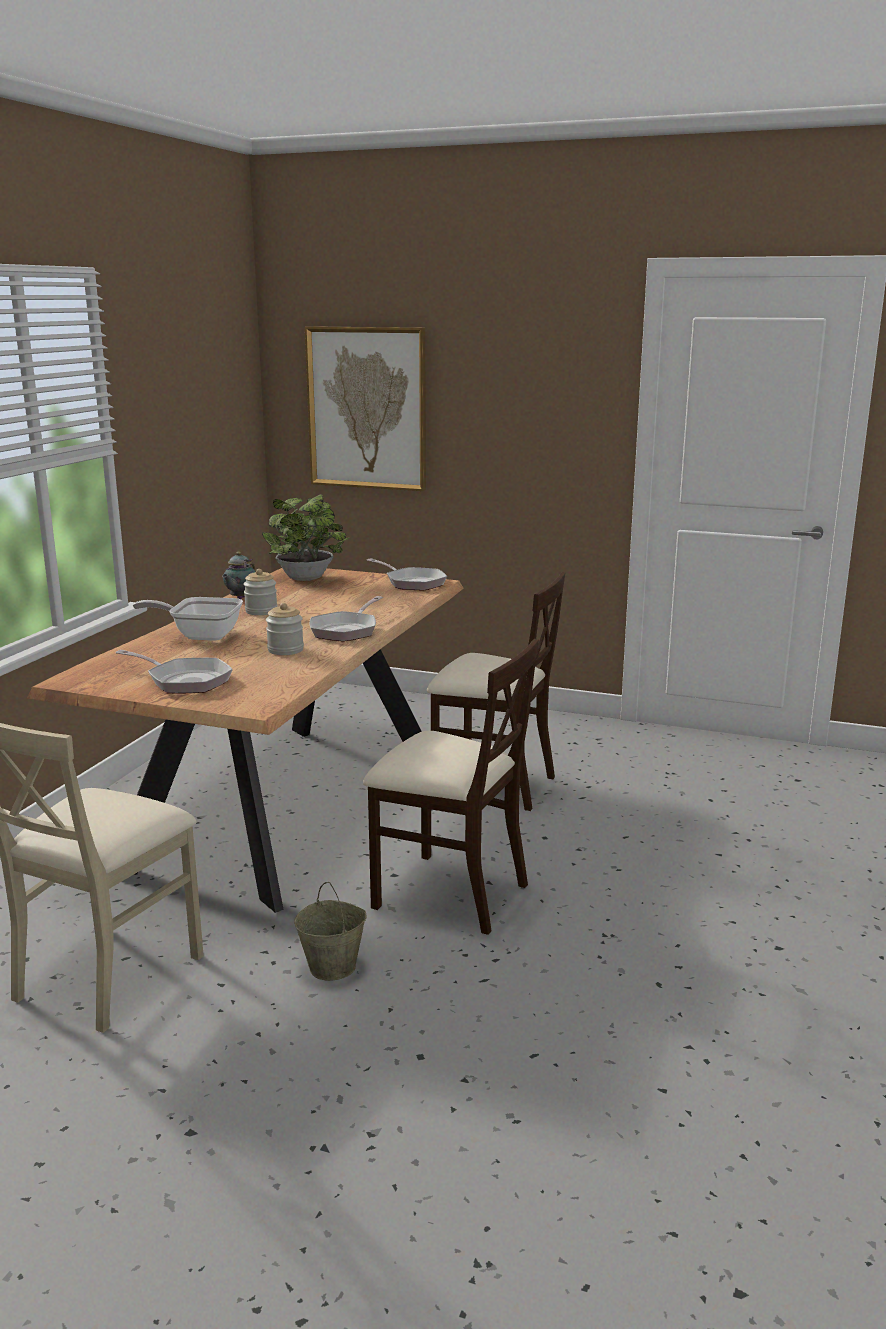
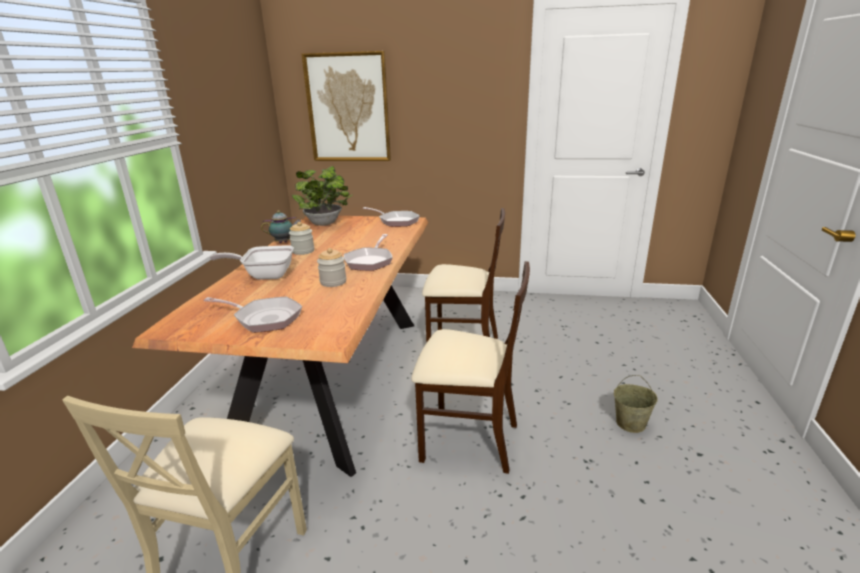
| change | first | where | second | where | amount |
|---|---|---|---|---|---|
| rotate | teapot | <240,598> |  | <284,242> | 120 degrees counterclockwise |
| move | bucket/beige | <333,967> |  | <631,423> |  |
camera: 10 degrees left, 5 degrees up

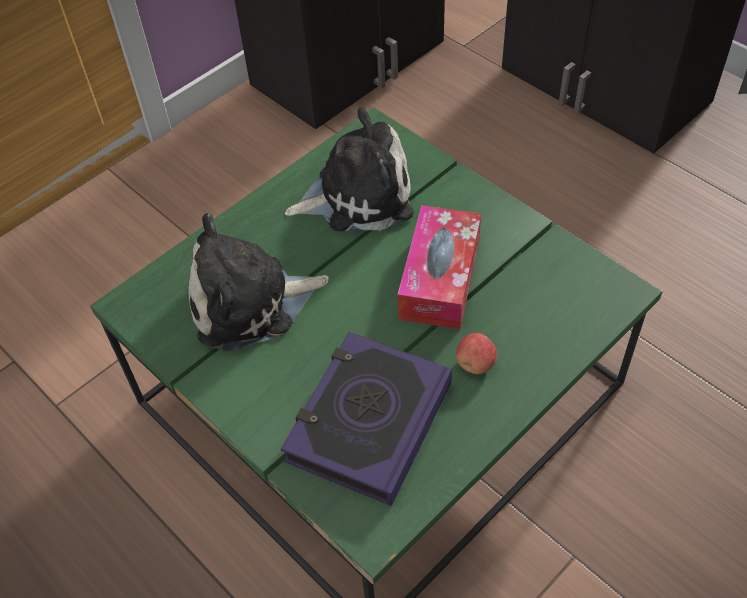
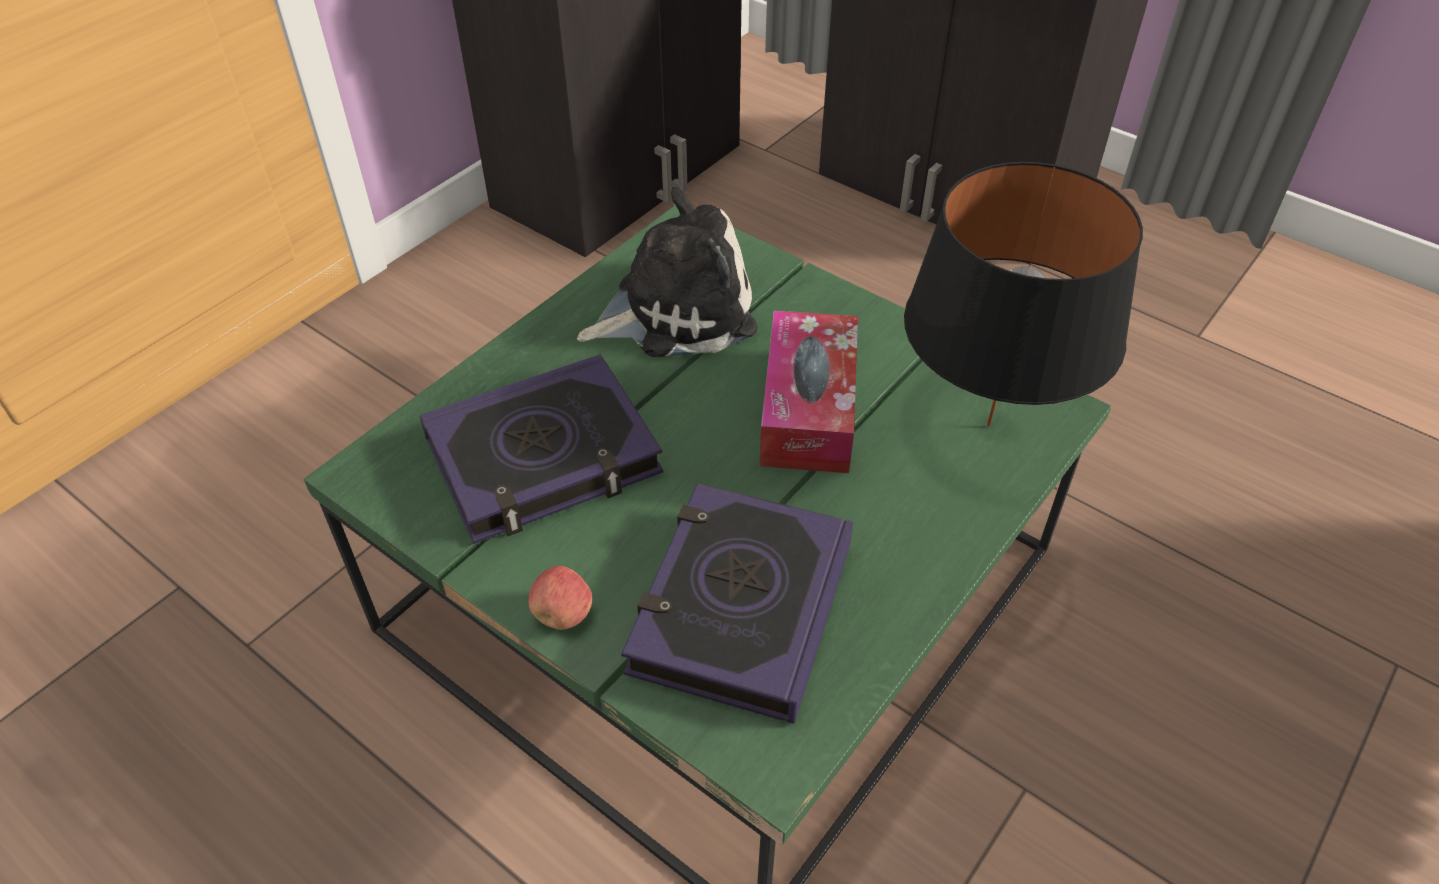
| change | first | where | second | where | amount |
|---|---|---|---|---|---|
| replace | plush toy | <250,302> | book | <543,458> |  |
| move | apple | <475,363> |  | <563,614> |  |
| insert |  |  | table lamp/black | <989,425> |  |
camera: 10 degrees left, 5 degrees down

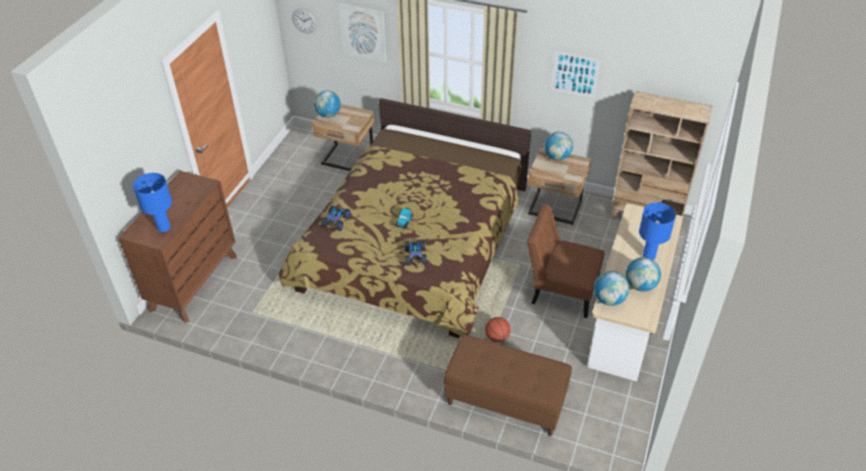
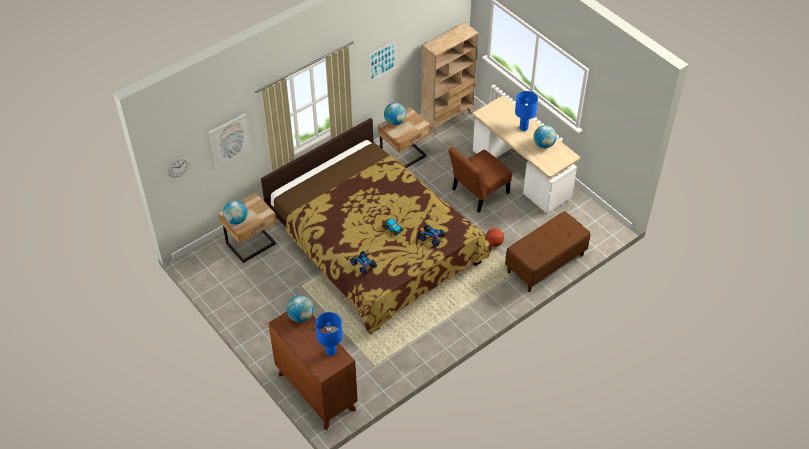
| change | first | where | second | where | amount |
|---|---|---|---|---|---|
| move | globe | <609,299> |  | <301,316> |  |
camera: 60 degrees left, 5 degrees up

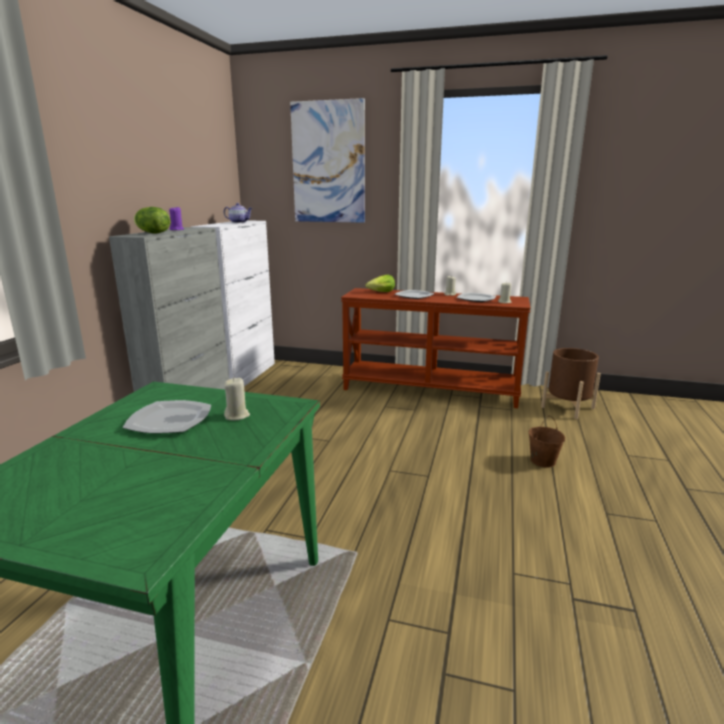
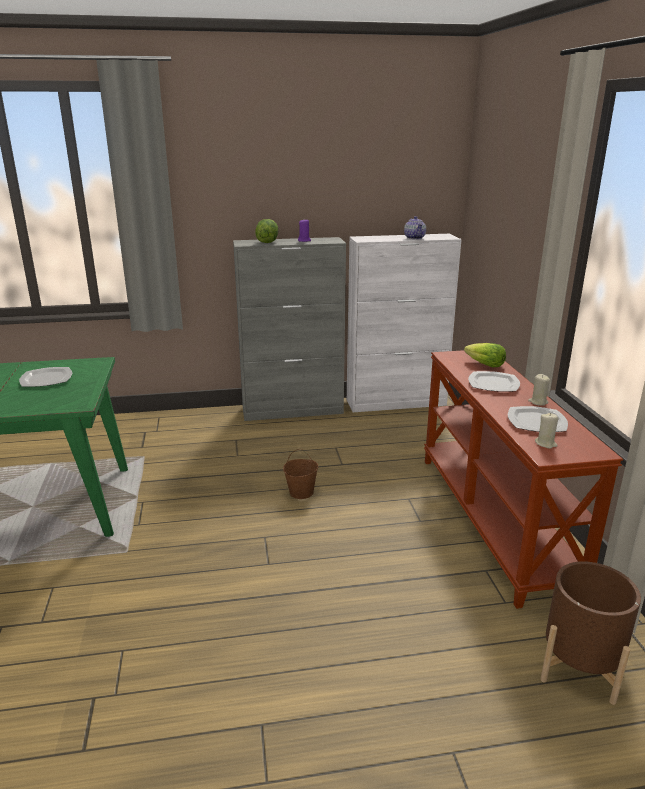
| change | first | where | second | where | amount |
|---|---|---|---|---|---|
| move | bucket/brown | <542,461> |  | <301,492> |  |
| delete | candle/beige | <237,416> |  |  |  |
| delete | picture | <328,163> |  |  |  |
camera: 65 degrees right, 5 degrees up

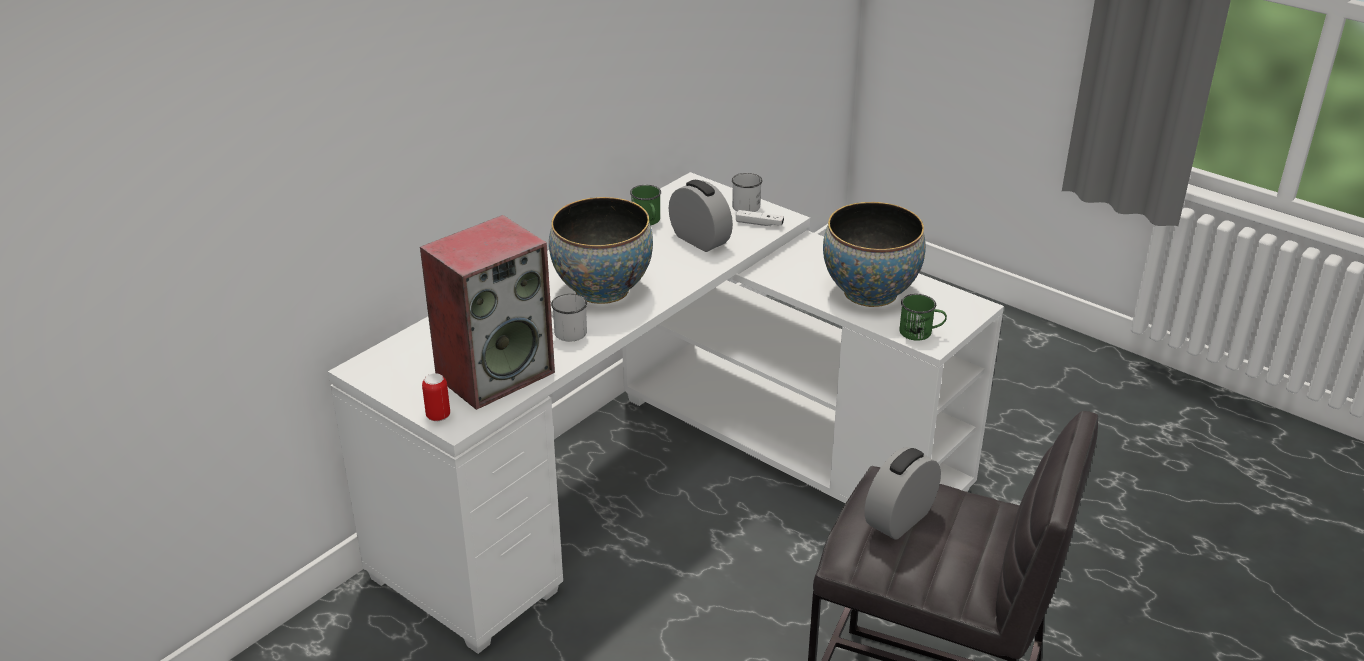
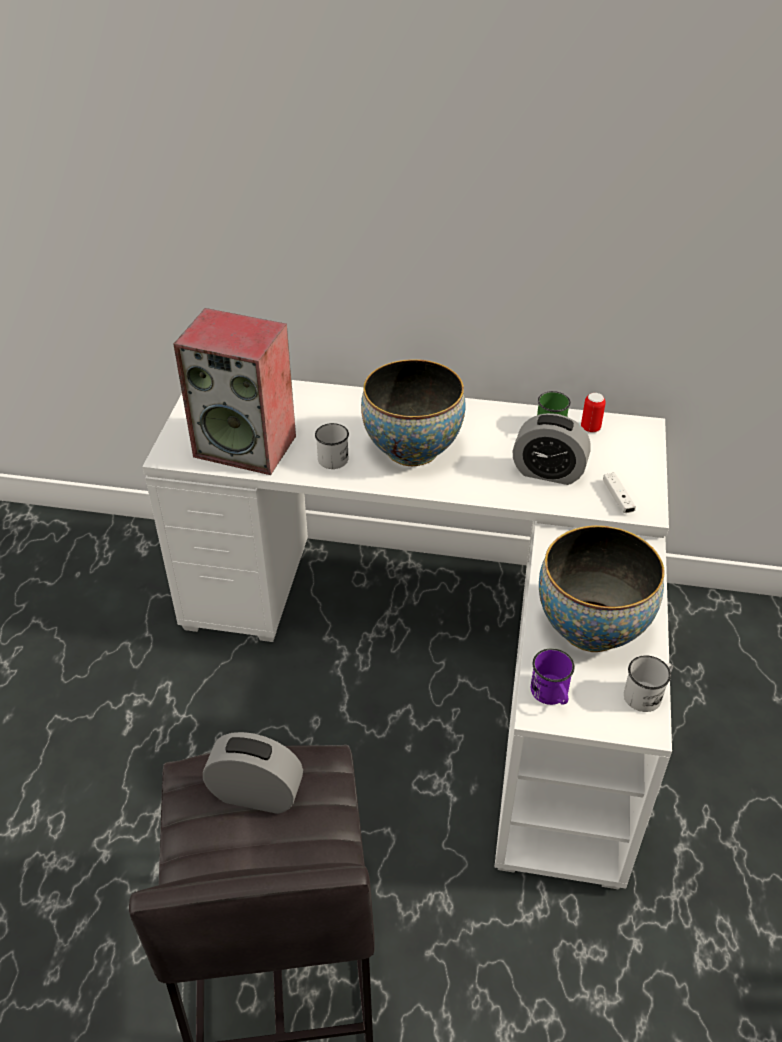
| change | first | where | second | where | amount |
|---|---|---|---|---|---|
| rotate | alarm clock | <700,240> |  | <548,472> | 90 degrees clockwise |
| recolor | mug/green | <921,332> | mug/purple | <551,695> |  |
| move | can | <438,416> |  | <590,428> |  |
| move | mug/white | <745,204> |  | <647,694> |  |
camera: 60 degrees right, 10 degrees up

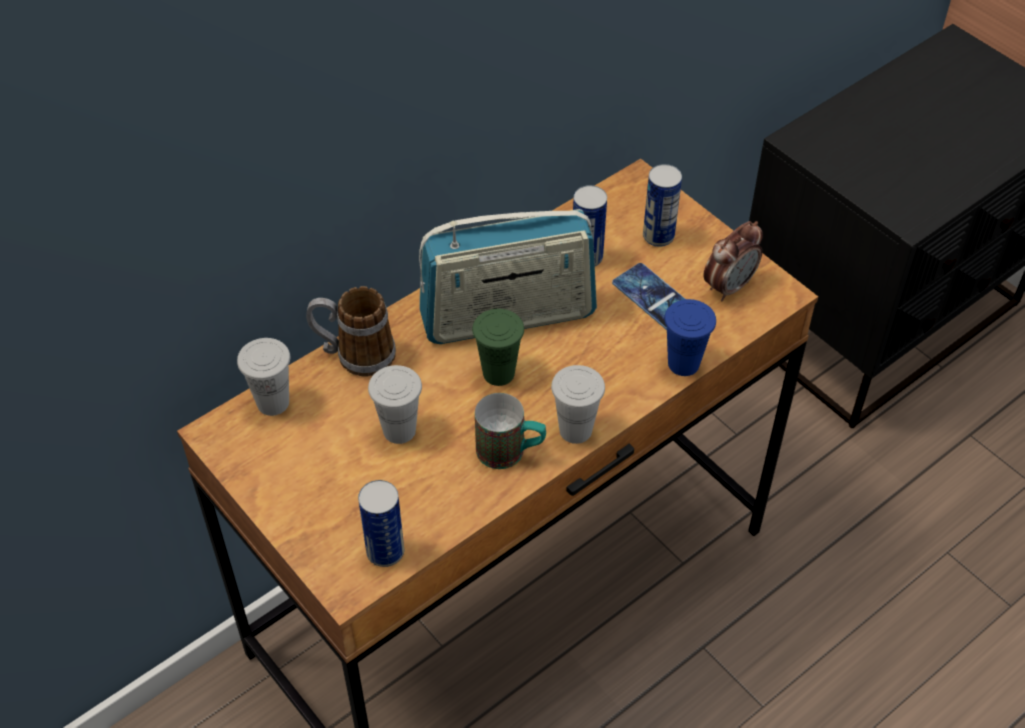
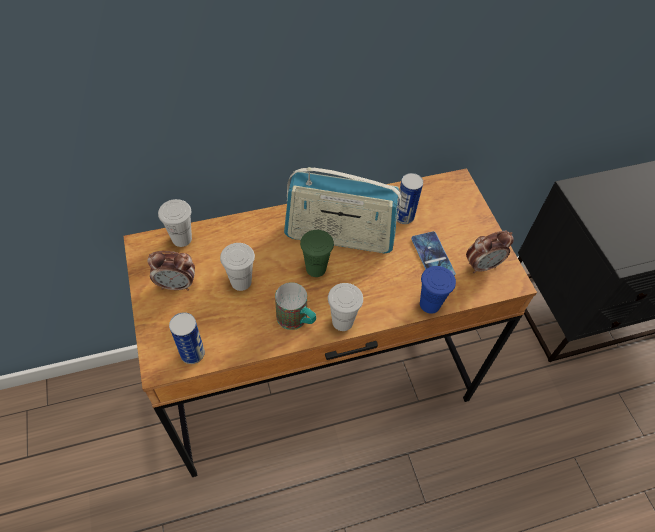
| change | first | where | second | where | amount |
|---|---|---|---|---|---|
| insert |  |  | alarm clock | <177,285> |  |
| delete | mug | <354,355> |  |  |  |
| delete | can | <658,236> |  |  |  |
camera: 20 degrees right, 5 degrees up

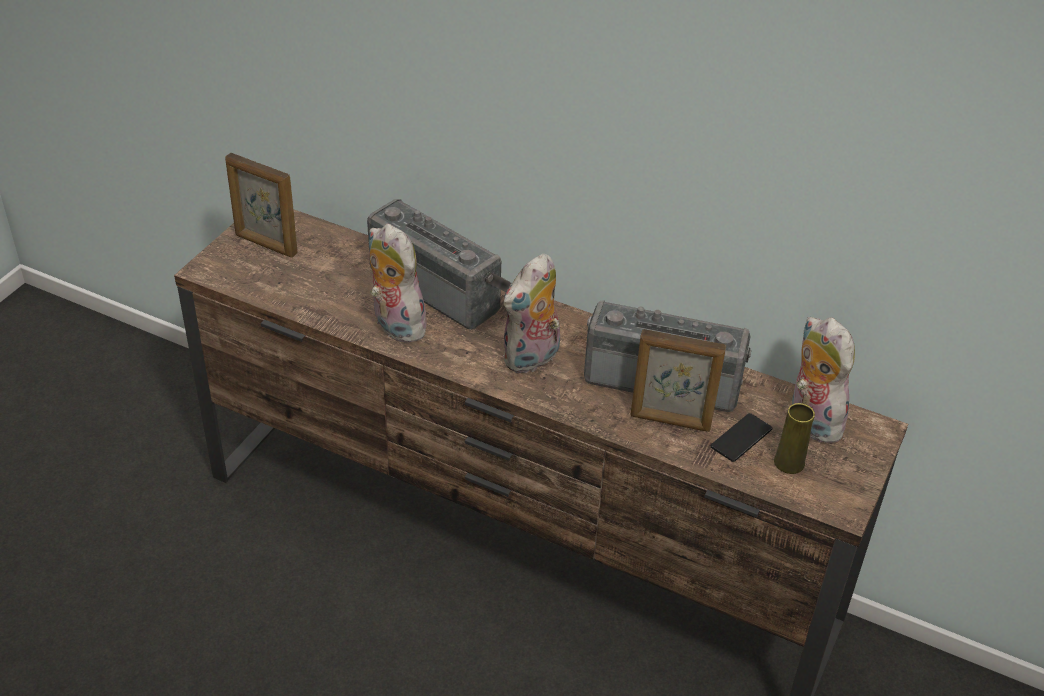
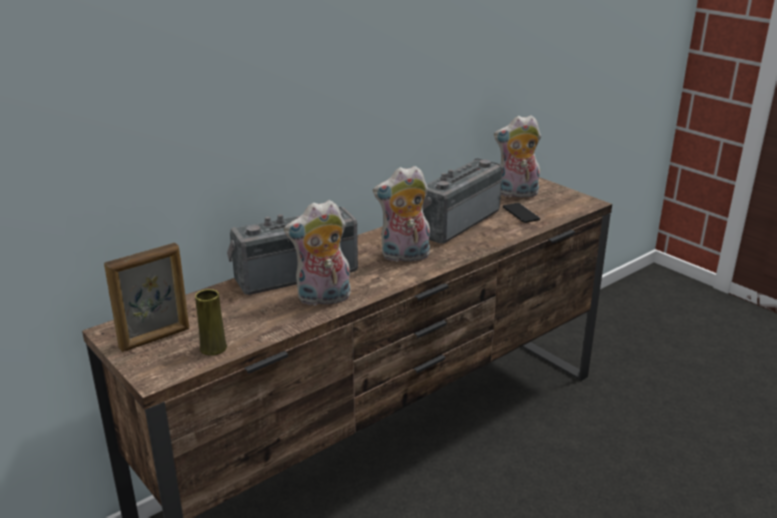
| change | first | where | second | where | amount |
|---|---|---|---|---|---|
| move | vase/yellow | <789,463> |  | <213,348> |  |
| rotate | plush toy | <532,359> |  | <404,257> | 105 degrees clockwise |
| delete | picture frame | <670,421> |  |  |  |
camera: 65 degrees left, 15 degrees down

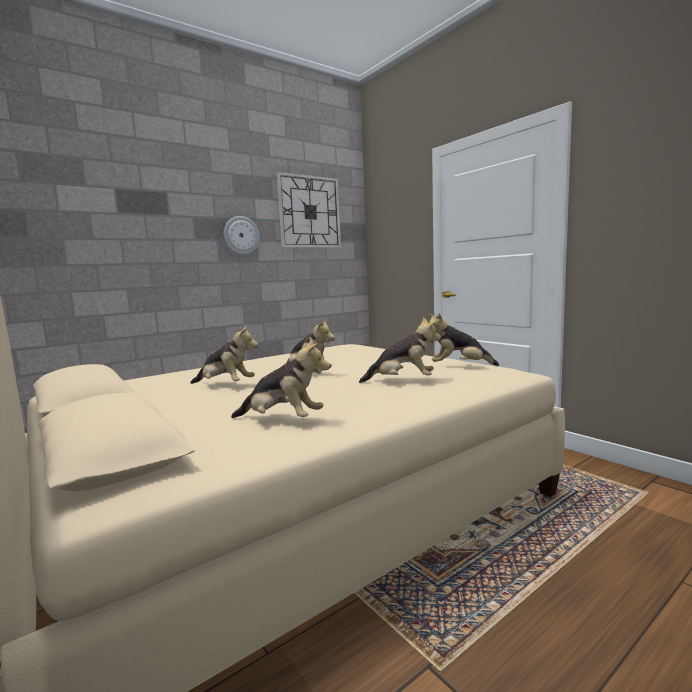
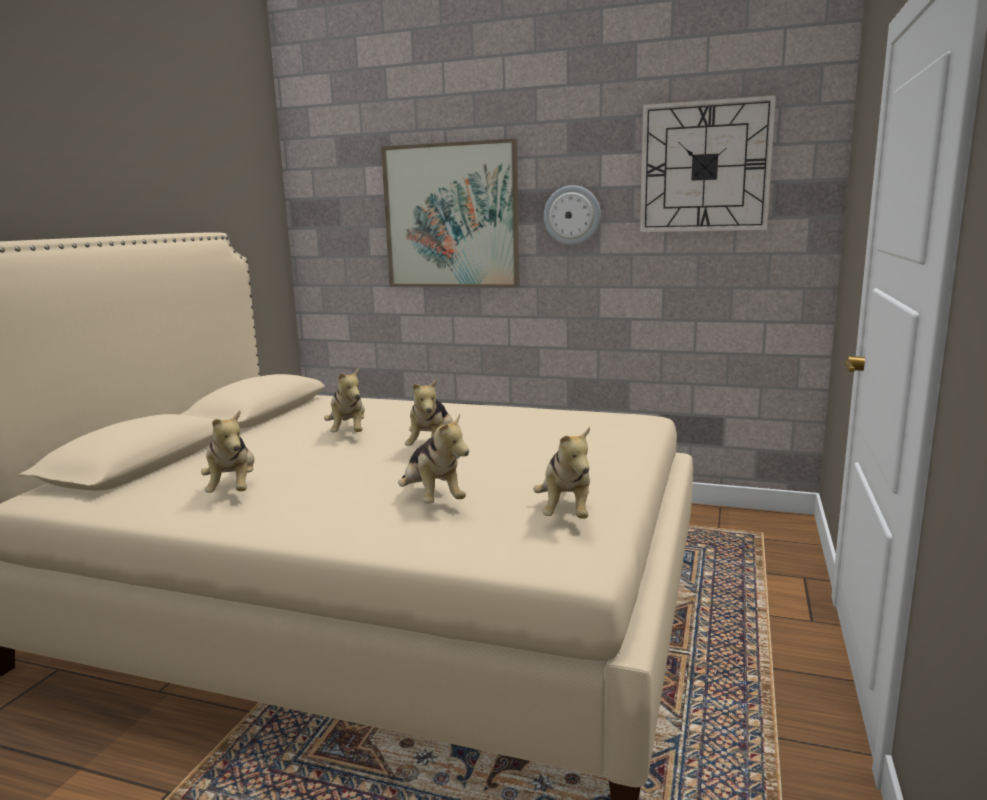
| change | first | where | second | where | amount |
|---|---|---|---|---|---|
| insert |  |  | picture | <451,216> |  |
| rotate | plush toy | <459,366> |  | <566,512> | 150 degrees counterclockwise |
camera: 55 degrees right, 5 degrees up

